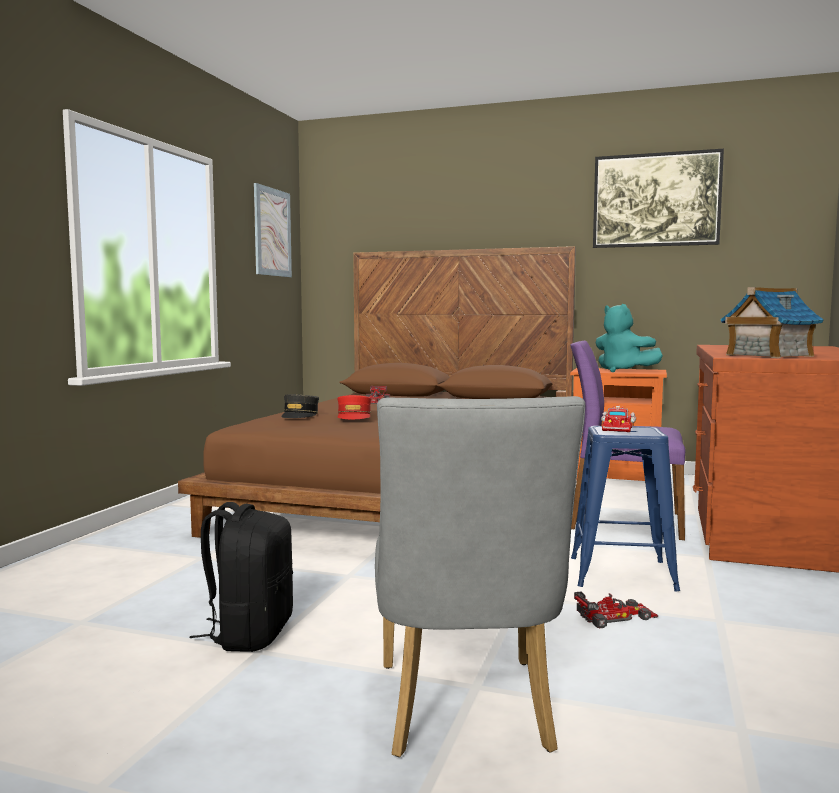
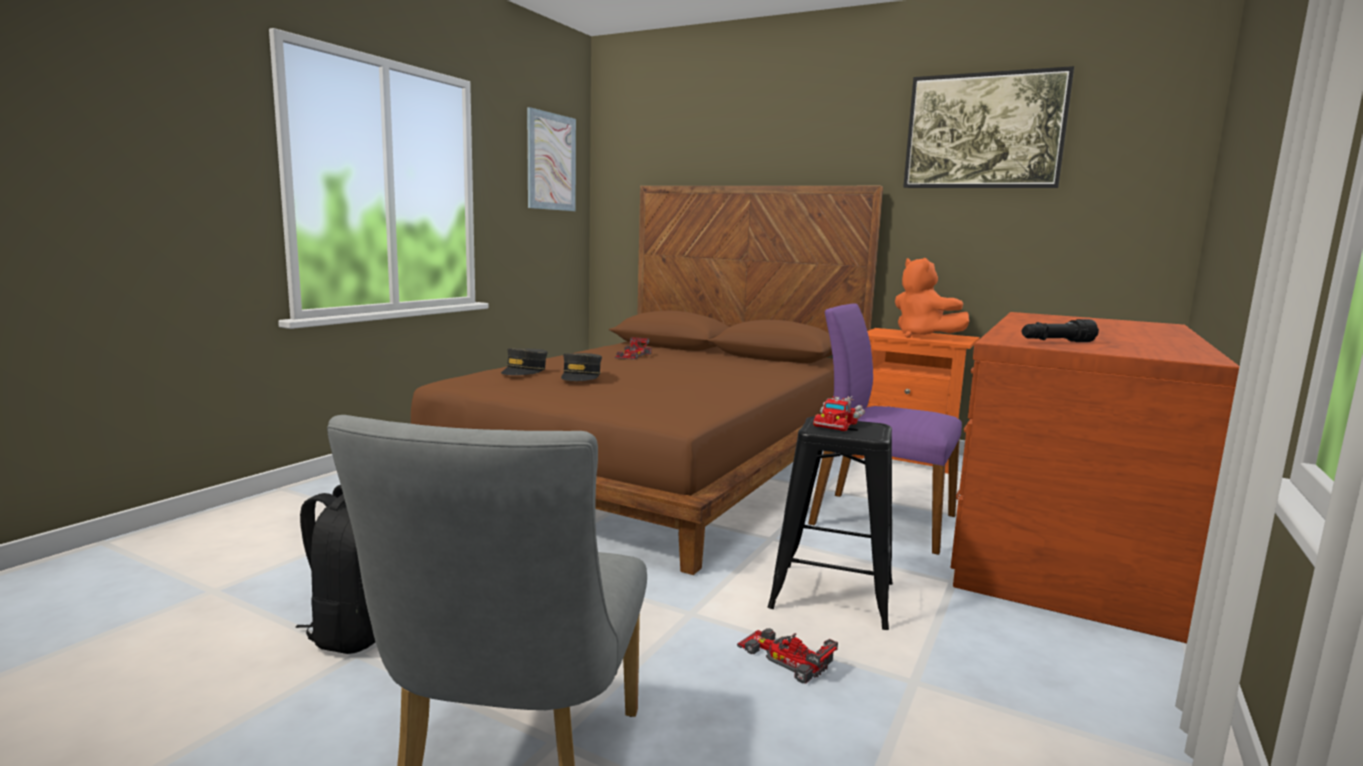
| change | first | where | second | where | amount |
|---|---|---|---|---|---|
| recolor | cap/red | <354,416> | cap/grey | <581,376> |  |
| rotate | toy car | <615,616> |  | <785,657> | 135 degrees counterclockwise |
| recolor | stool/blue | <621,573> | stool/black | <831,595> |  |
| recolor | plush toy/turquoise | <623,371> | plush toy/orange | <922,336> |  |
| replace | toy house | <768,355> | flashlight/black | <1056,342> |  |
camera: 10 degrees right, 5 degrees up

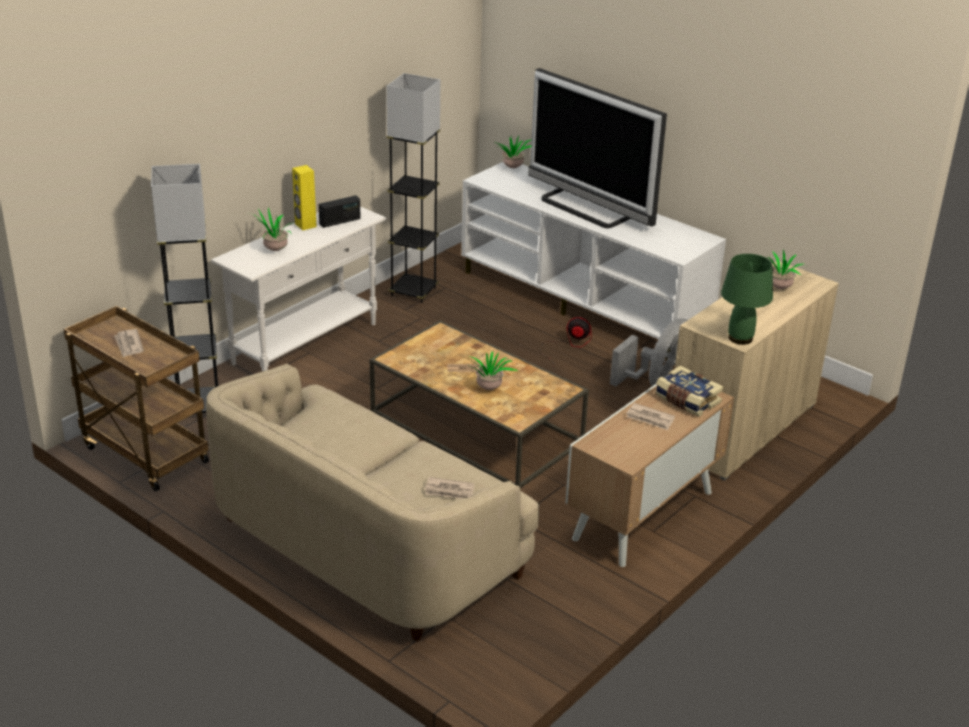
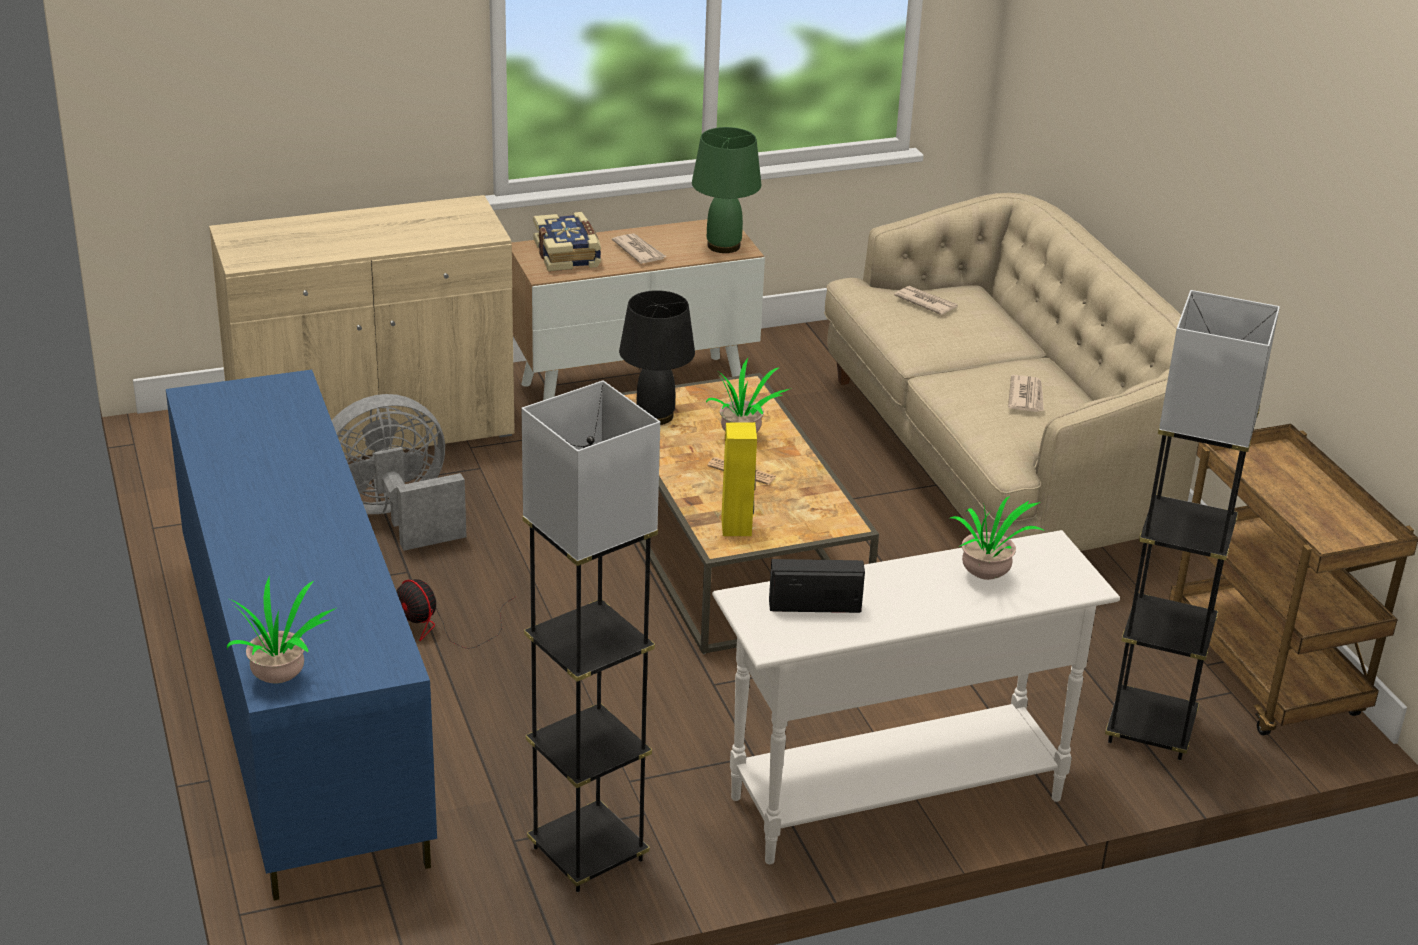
| change | first | where | second | where | amount |
|---|---|---|---|---|---|
| recolor | tv stand/white | <583,302> | tv stand/blue | <299,703> |  |
| insert |  |  | table lamp/black | <654,416> |  |
| move | table lamp/green | <740,338> |  | <724,245> |  |
| move | speaker/yellow | <305,225> |  | <737,527> |  |
| move | newspaper | <129,345> |  | <1026,397> |  |
| delete | television | <586,208> |  |  |  |
| delete | potted plant | <778,288> |  |  |  |
camera: 150 degrees left, 0 degrees up

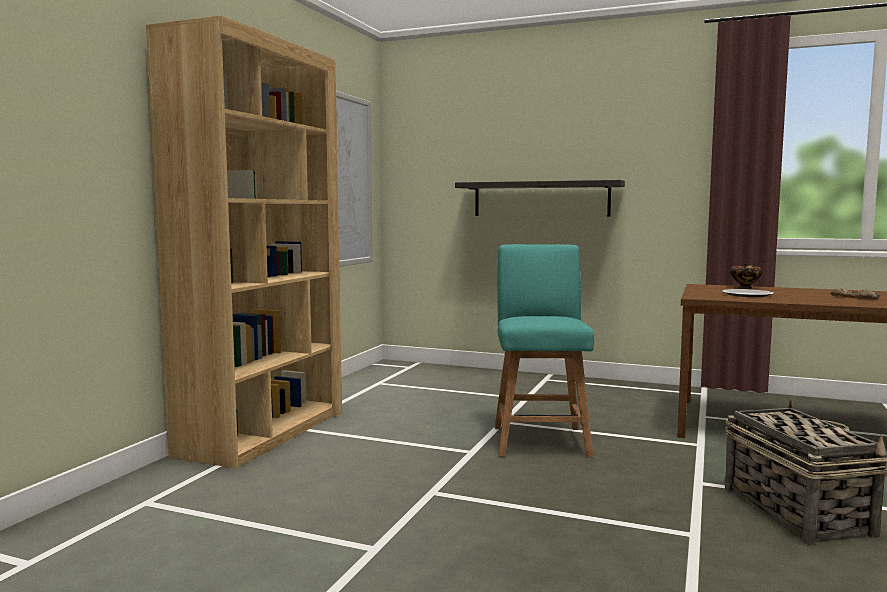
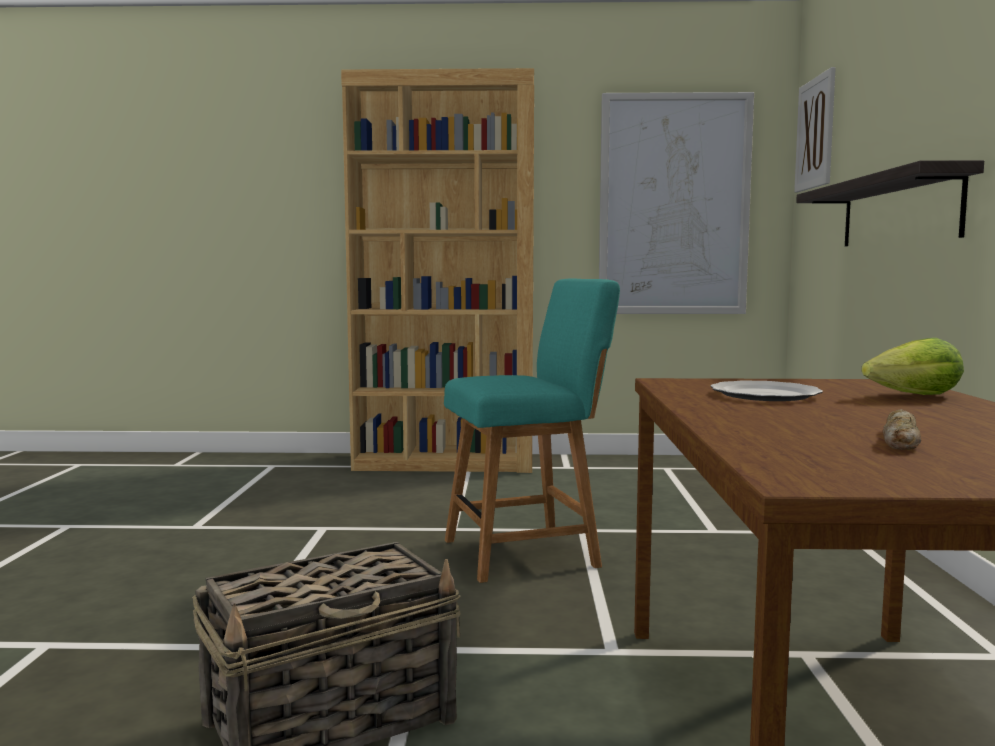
| change | first | where | second | where | amount |
|---|---|---|---|---|---|
| insert |  |  | picture | <815,133> |  |
| replace | bowl | <745,288> | lettuce | <914,396> |  |
camera: 70 degrees right, 0 degrees up

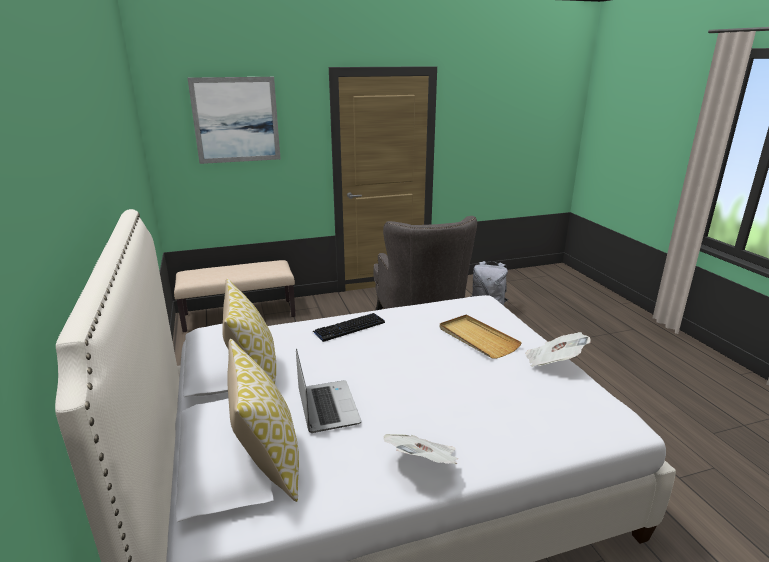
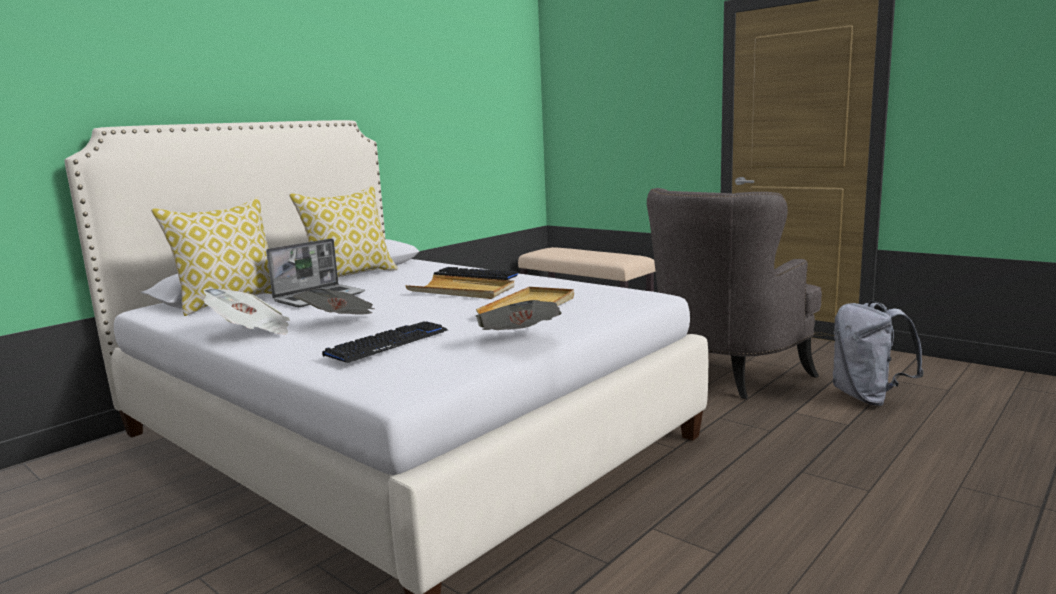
| change | first | where | second | where | amount |
|---|---|---|---|---|---|
| insert |  |  | newspaper | <340,324> |  |
| insert |  |  | keyboard | <388,343> |  |
| insert |  |  | tray/beige | <461,291> |  |
| delete | picture | <236,120> |  |  |  |
camera: 60 degrees right, 10 degrees down

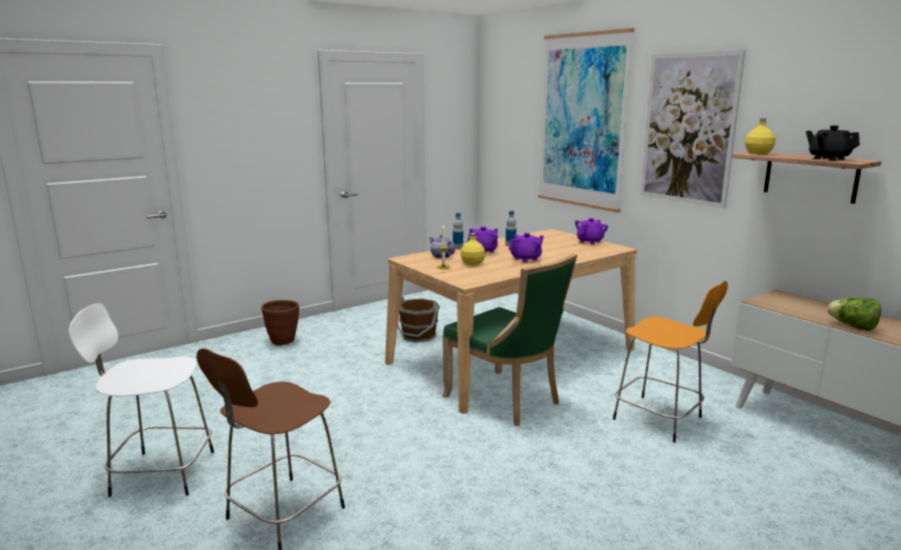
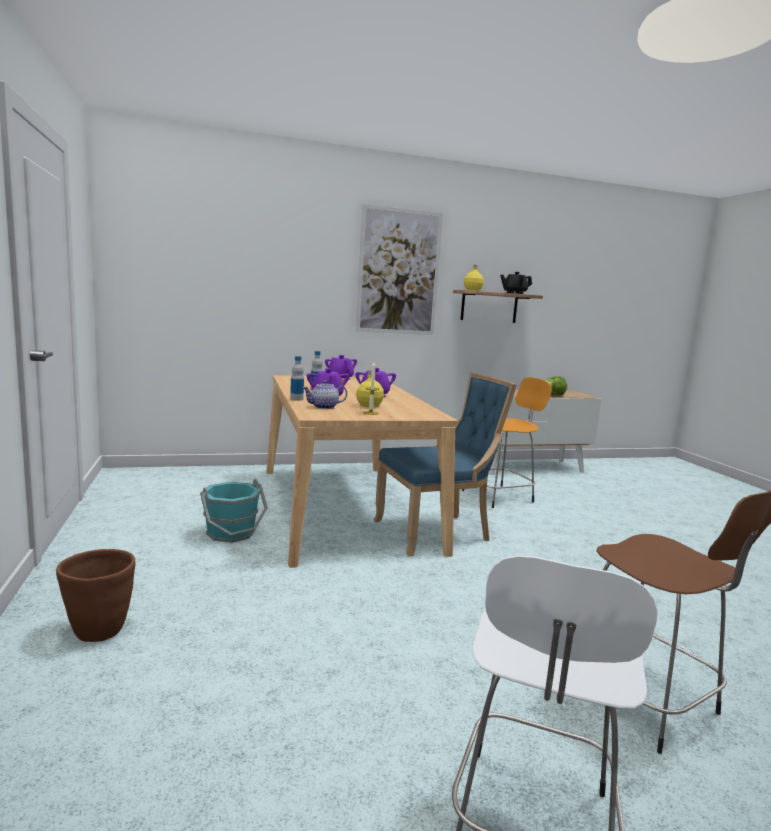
| change | first | where | second | where | amount |
|---|---|---|---|---|---|
| recolor | bucket/brown | <418,336> | bucket/turquoise | <231,533> |  |
| recolor | chair/green | <506,400> | chair/blue | <436,532> |  |
| delete | picture | <582,121> |  |  |  |
camera: 70 degrees left, 5 degrees down

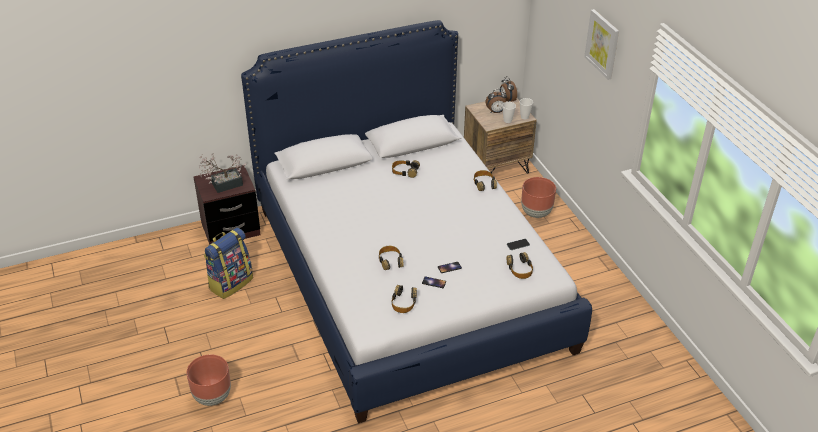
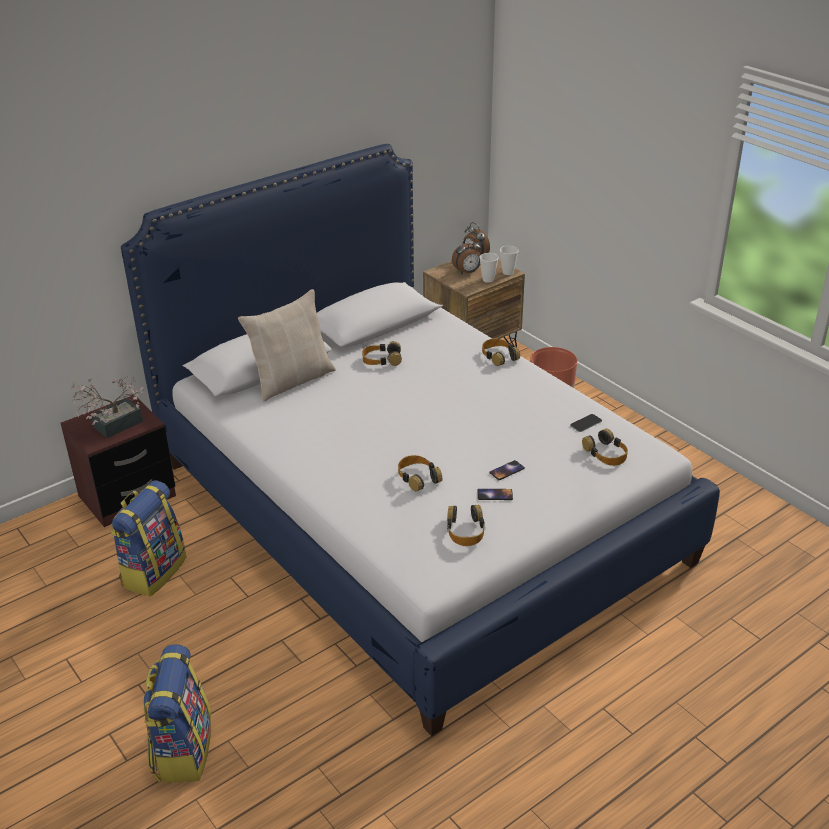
| change | first | where | second | where | amount |
|---|---|---|---|---|---|
| replace | planter/brown | <212,396> | backpack | <182,750> |  |
| insert |  |  | pillow/beige | <292,380> |  |
| delete | picture | <602,44> |  |  |  |
camera: 15 degrees left, 5 degrees down

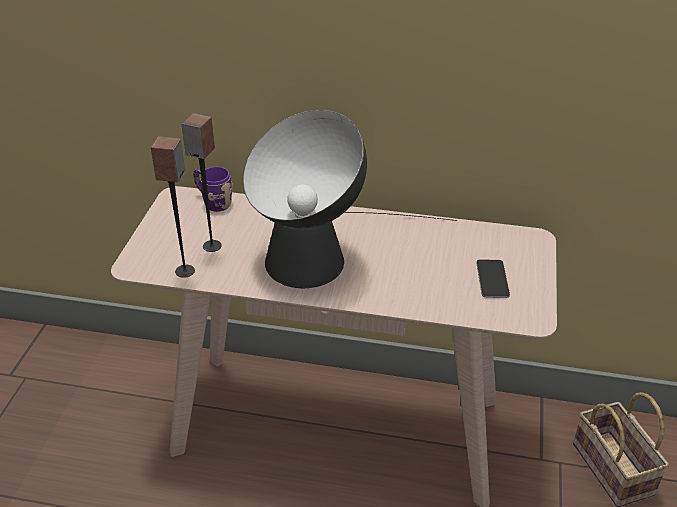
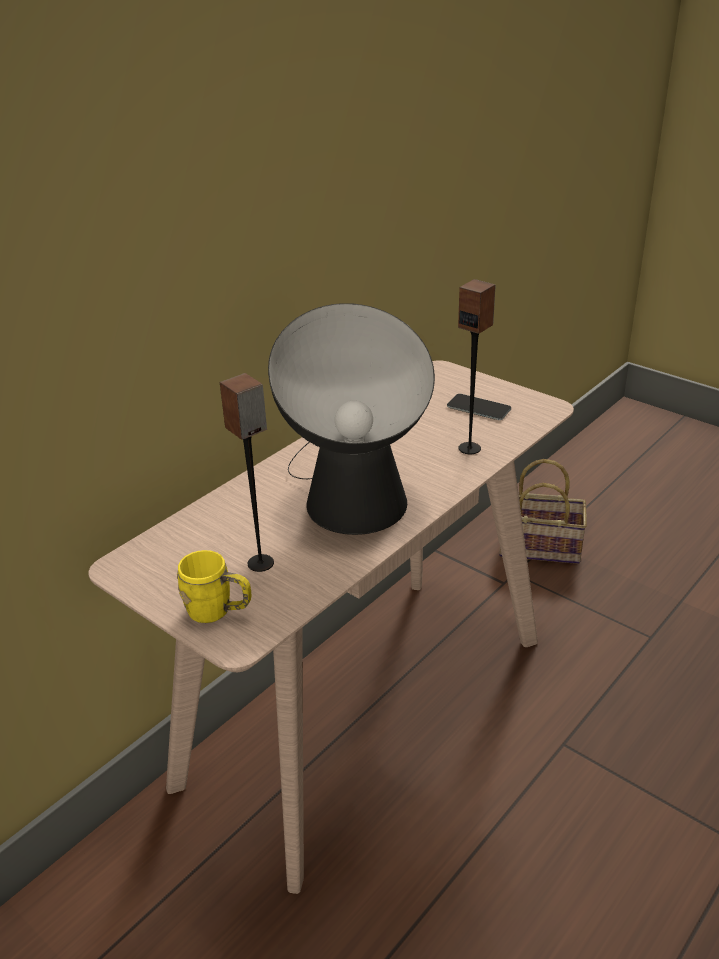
| change | first | where | second | where | amount |
|---|---|---|---|---|---|
| insert |  |  | mug/yellow | <218,612> |  |
| move | speaker | <185,271> |  | <470,448> |  |
| delete | mug/purple | <213,202> |  |  |  |
camera: 60 degrees left, 5 degrees down

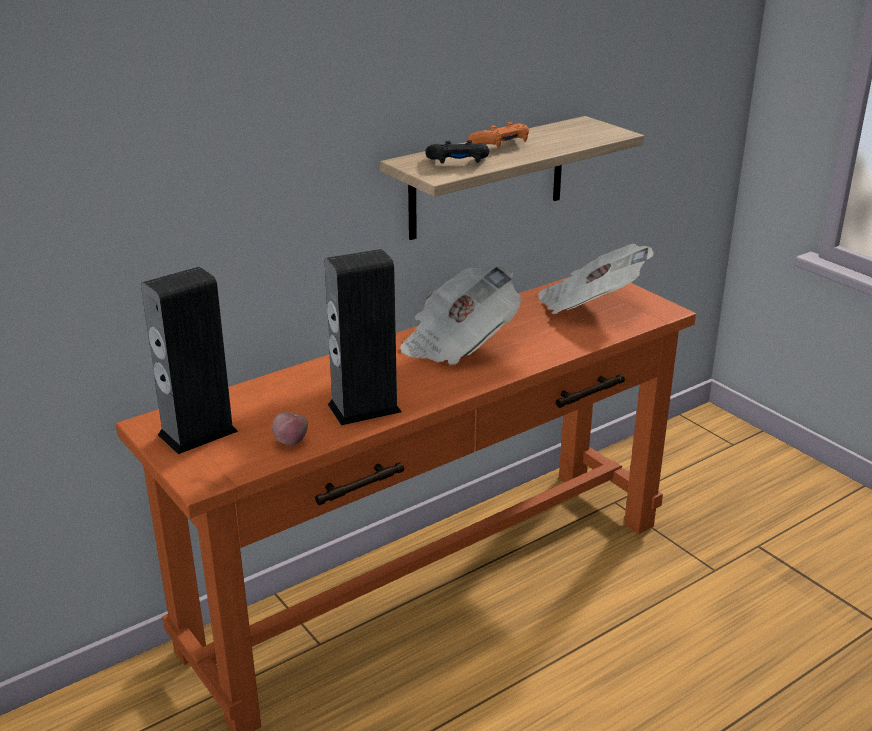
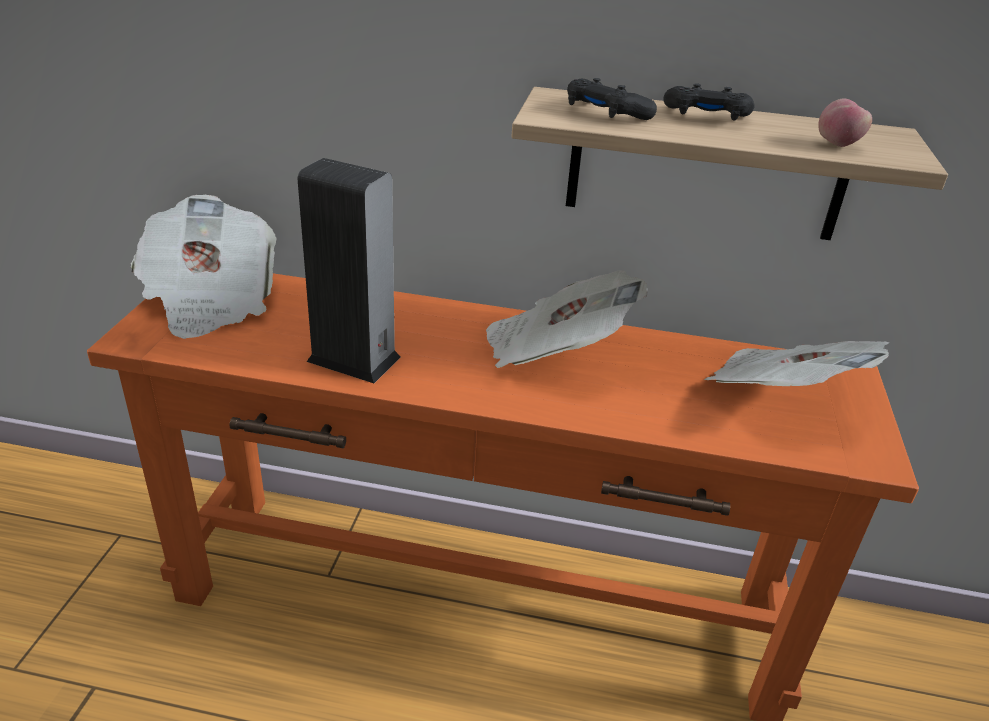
| change | first | where | second | where | amount |
|---|---|---|---|---|---|
| replace | speaker | <198,433> | newspaper | <210,300> |  |
| recolor | game controller/orange | <500,145> | game controller/black | <706,117> |  |
| move | apple | <291,442> |  | <837,145> |  |
camera: 45 degrees right, 5 degrees up

